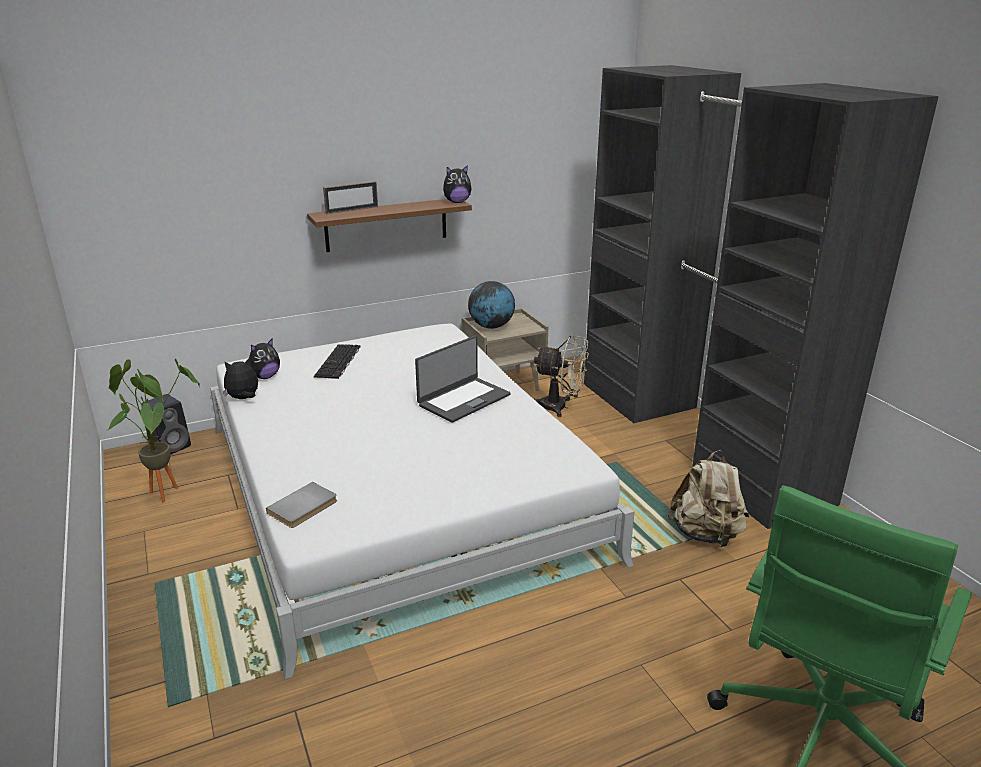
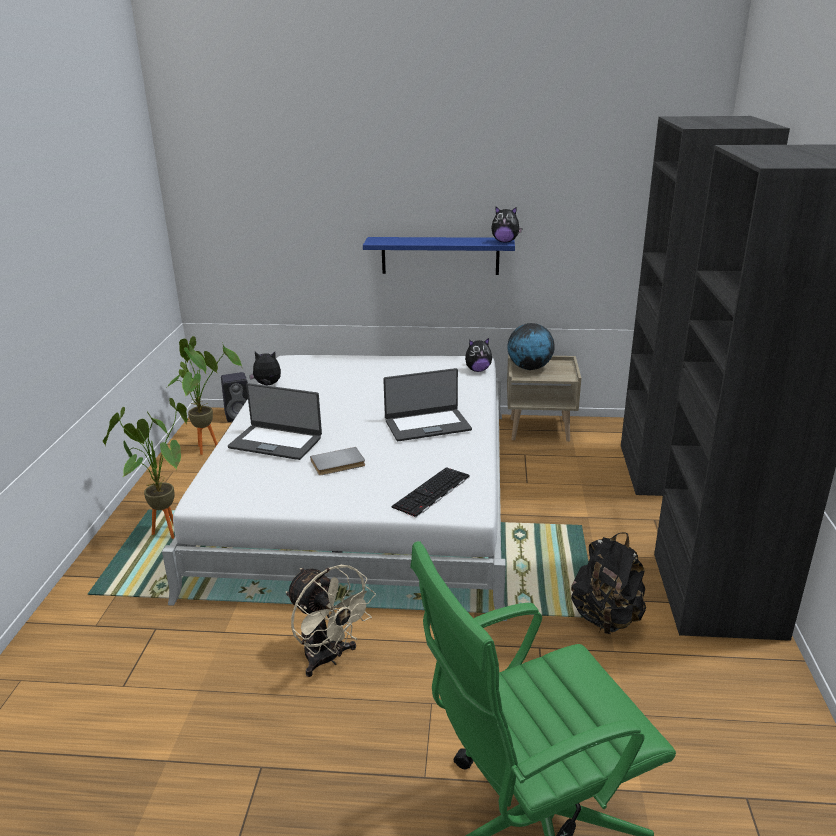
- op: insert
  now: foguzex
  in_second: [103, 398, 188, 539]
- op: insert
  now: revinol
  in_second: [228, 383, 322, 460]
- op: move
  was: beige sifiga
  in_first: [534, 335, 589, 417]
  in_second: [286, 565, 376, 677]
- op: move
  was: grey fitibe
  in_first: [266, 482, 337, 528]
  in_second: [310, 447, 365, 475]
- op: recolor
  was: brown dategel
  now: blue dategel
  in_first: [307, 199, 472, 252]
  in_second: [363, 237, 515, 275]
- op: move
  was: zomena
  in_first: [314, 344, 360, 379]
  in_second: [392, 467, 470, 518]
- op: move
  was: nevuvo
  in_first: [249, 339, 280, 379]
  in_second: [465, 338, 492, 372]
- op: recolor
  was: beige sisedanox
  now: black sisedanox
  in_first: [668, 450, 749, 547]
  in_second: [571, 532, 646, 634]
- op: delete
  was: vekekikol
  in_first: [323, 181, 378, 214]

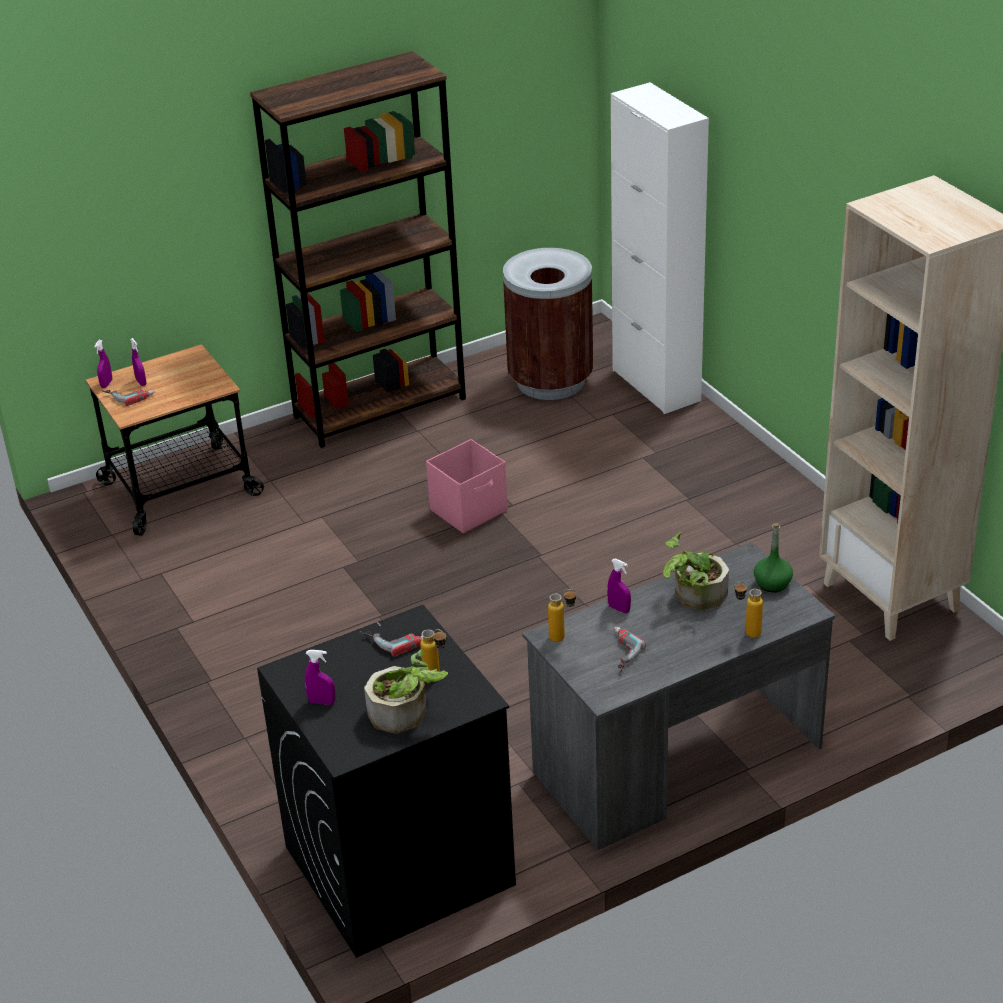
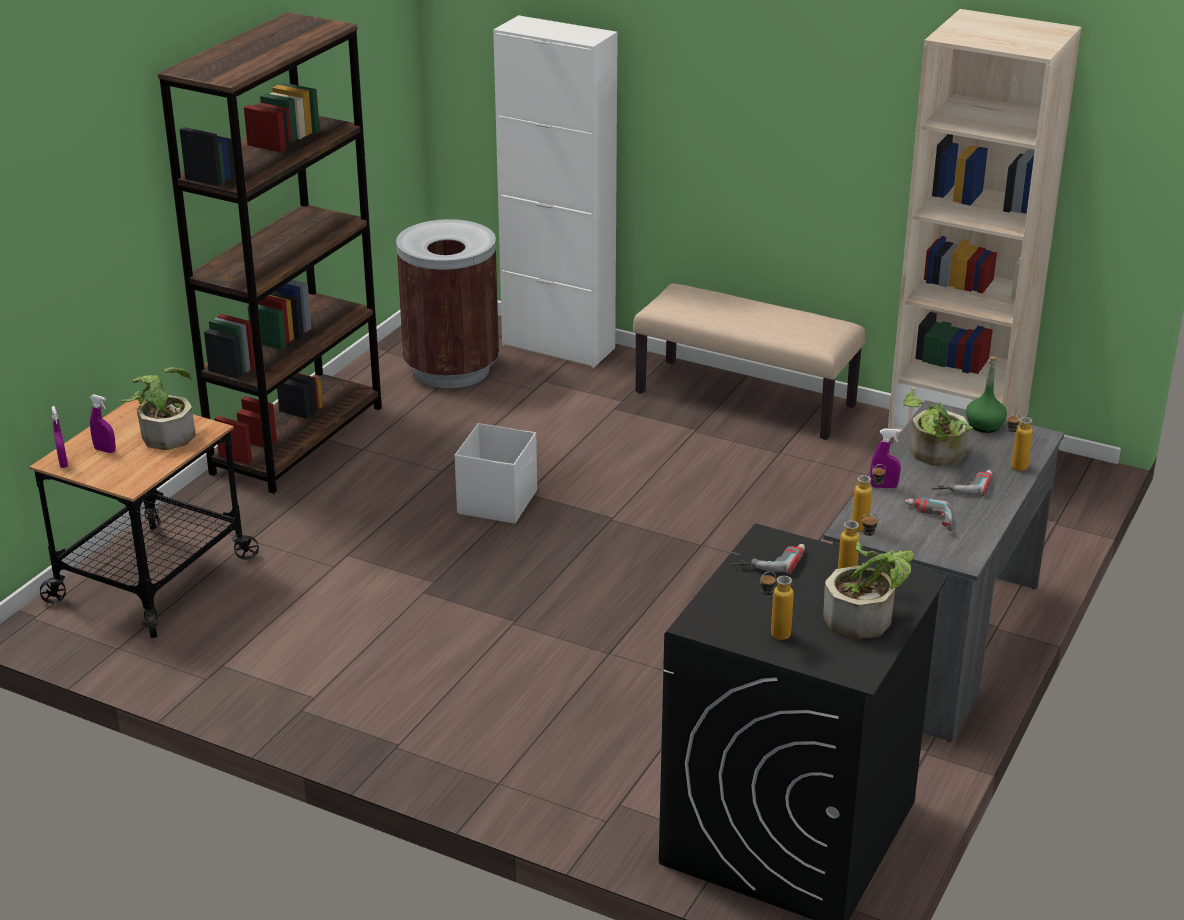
- op: insert
  now: foguzex
  in_second: [121, 367, 196, 450]
- op: recolor
  was: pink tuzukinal
  now: white tuzukinal
  in_first: [426, 439, 508, 533]
  in_second: [455, 423, 537, 524]
- op: insert
  now: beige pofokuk
  in_second: [633, 284, 865, 440]
- op: replace
  was: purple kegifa
  now: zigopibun
  in_first: [304, 650, 335, 705]
  in_second: [760, 571, 794, 640]
- op: move
  was: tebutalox
  in_first: [102, 389, 155, 406]
  in_second: [932, 470, 992, 496]

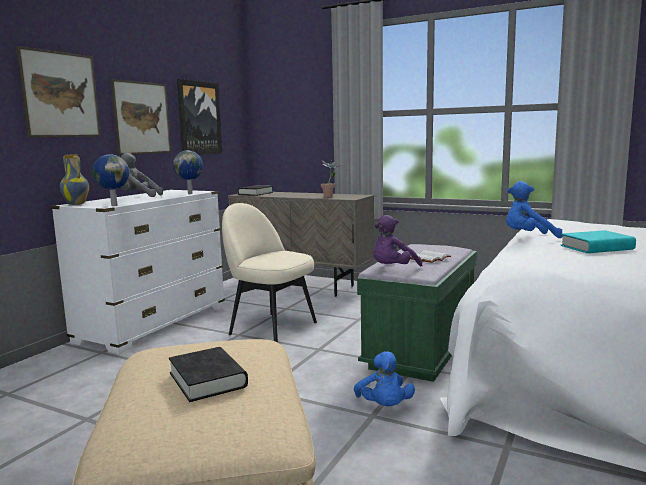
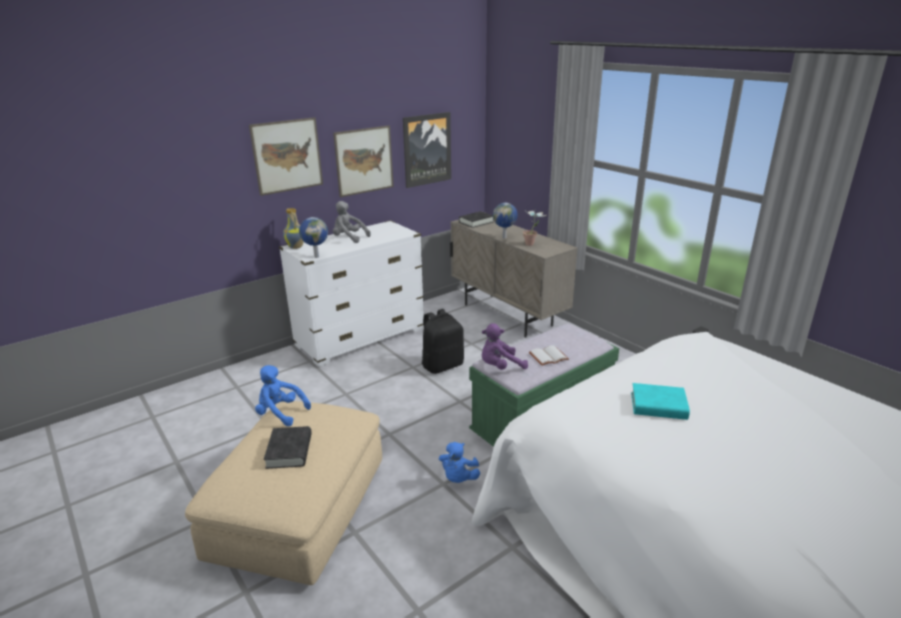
- op: move
  was: blue nevuvo
  in_first: [506, 181, 563, 238]
  in_second: [255, 365, 311, 426]
- op: replace
  was: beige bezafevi
  now: black sisedanox
  in_first: [222, 203, 317, 343]
  in_second: [422, 309, 464, 374]
- op: move
  was: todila
  in_first: [173, 150, 203, 194]
  in_second: [493, 203, 517, 238]

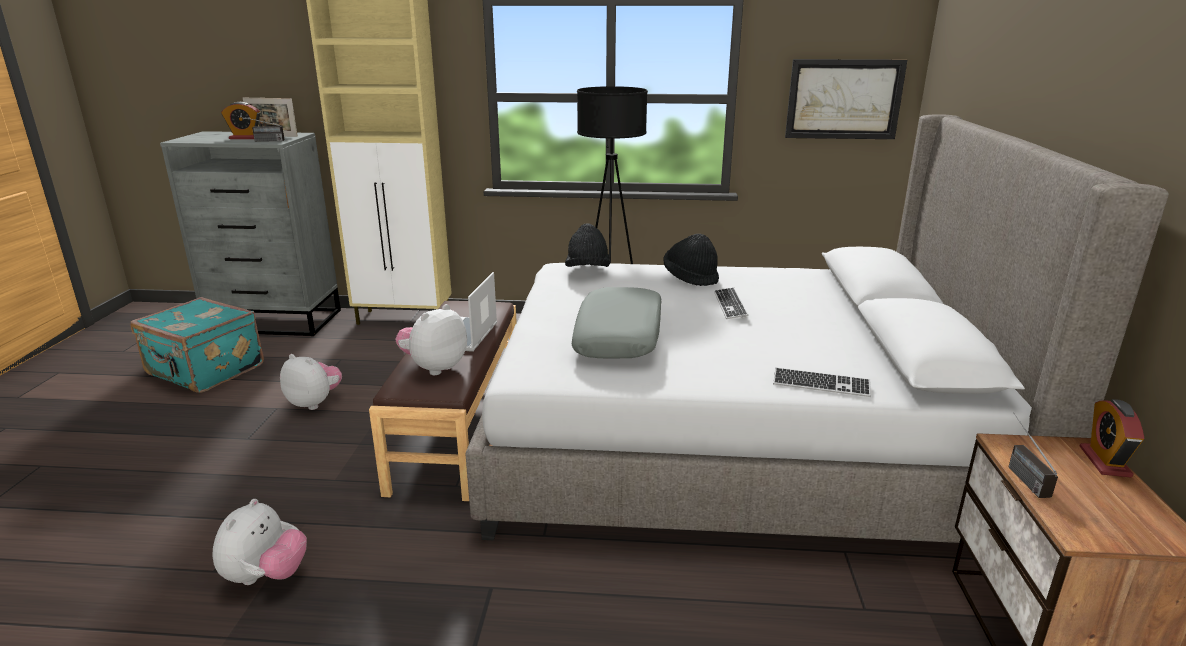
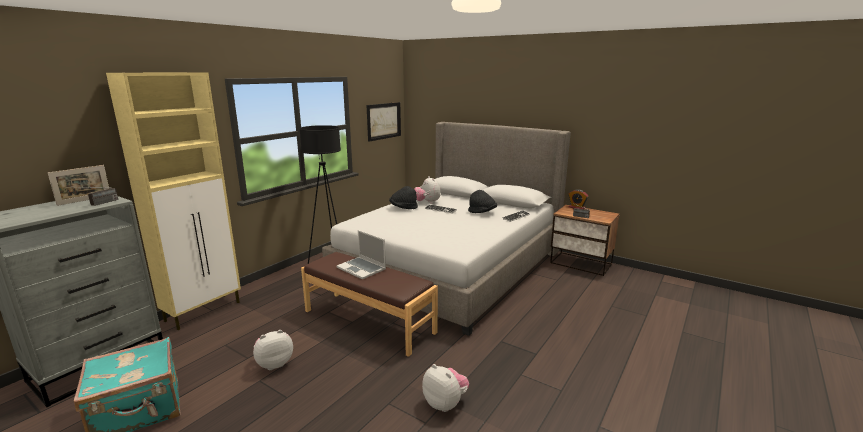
- op: move
  was: nevuvo
  in_first: [395, 304, 467, 375]
  in_second: [414, 176, 441, 204]
- op: move
  was: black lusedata
  in_first: [565, 224, 610, 267]
  in_second: [468, 190, 497, 213]
- op: delete
  was: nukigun
  in_first: [221, 102, 260, 139]
- op: delete
  was: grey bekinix
  in_first: [572, 287, 662, 359]

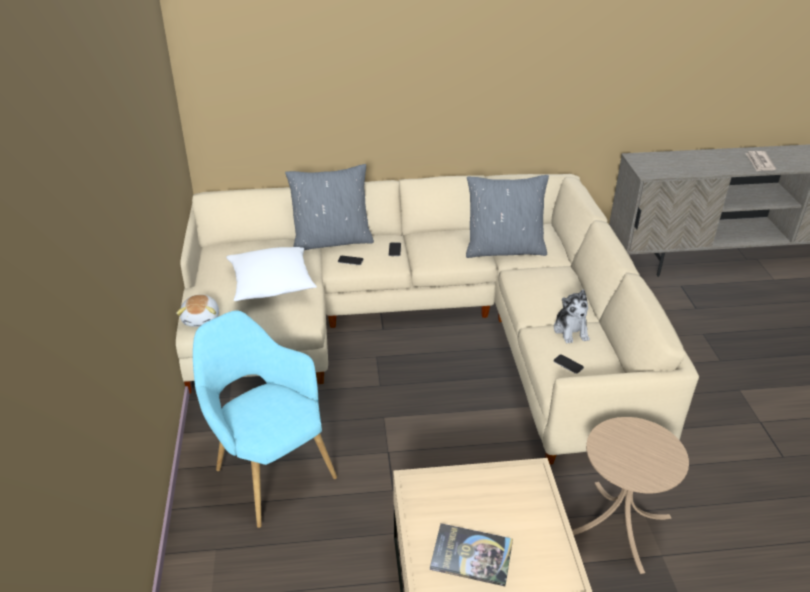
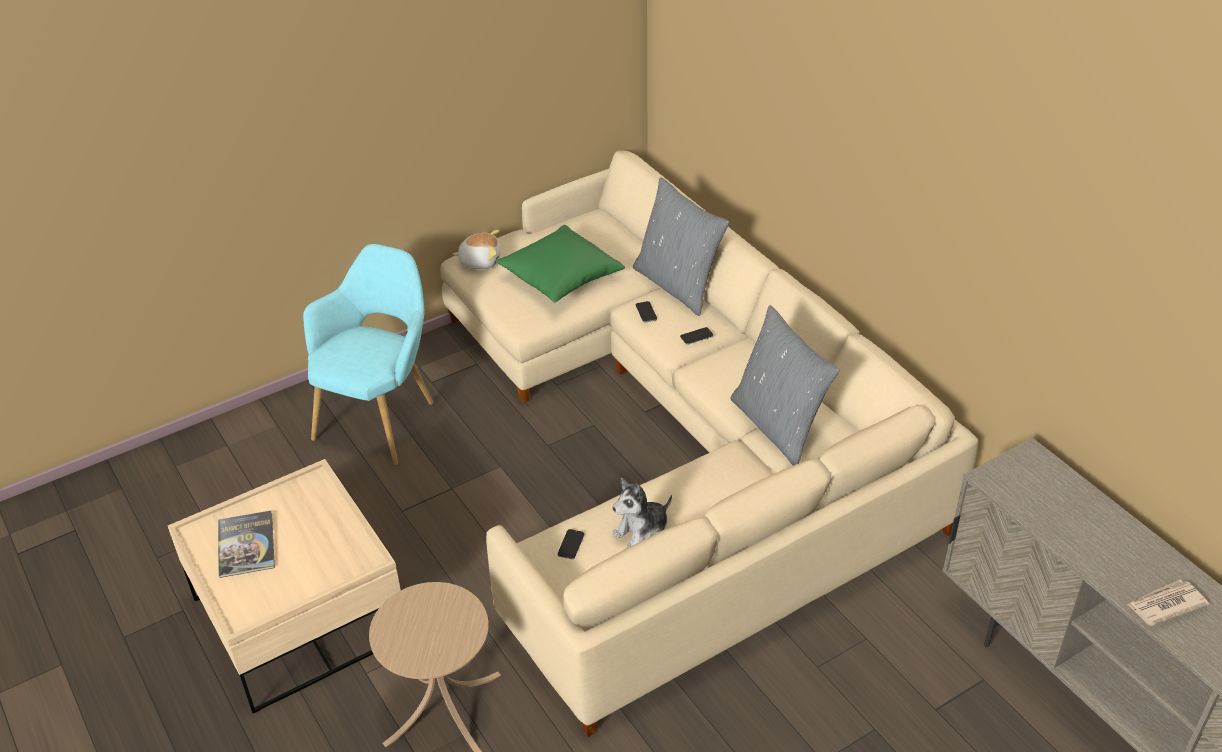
- op: rotate
  was: nevuvo
  in_first: [176, 295, 219, 327]
  in_second: [453, 230, 500, 269]
  clockwise: -150
- op: recolor
  was: white bekinix
  now: green bekinix
  in_first: [226, 247, 317, 301]
  in_second: [496, 225, 625, 303]

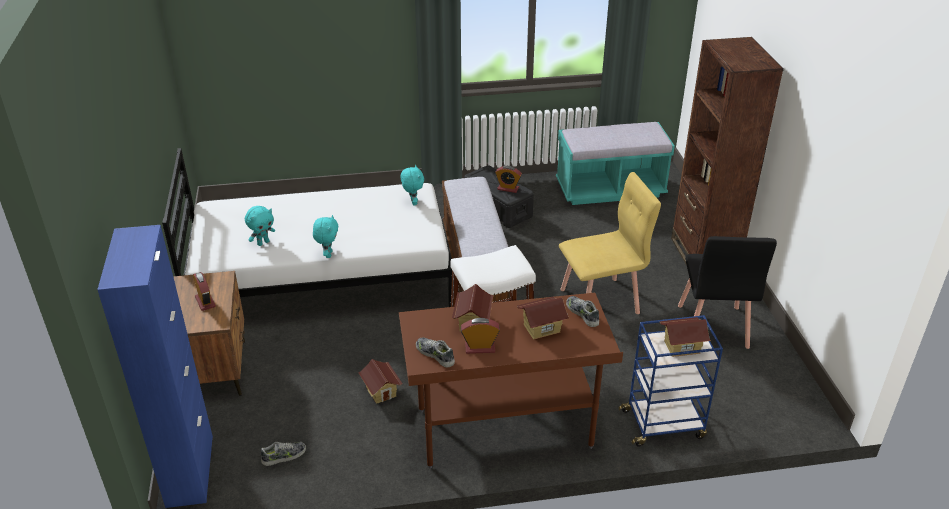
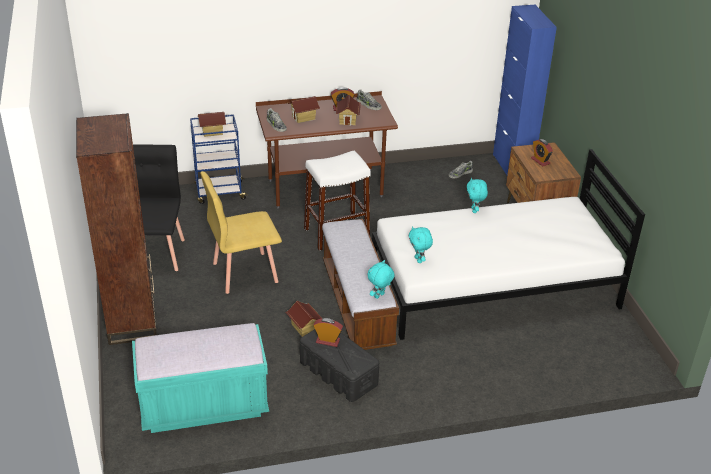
- op: move
  was: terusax
  in_first: [358, 359, 402, 404]
  in_second: [286, 301, 322, 337]
- op: move
  was: turquoise nevuvo
  in_first: [245, 206, 275, 246]
  in_second: [367, 260, 395, 299]

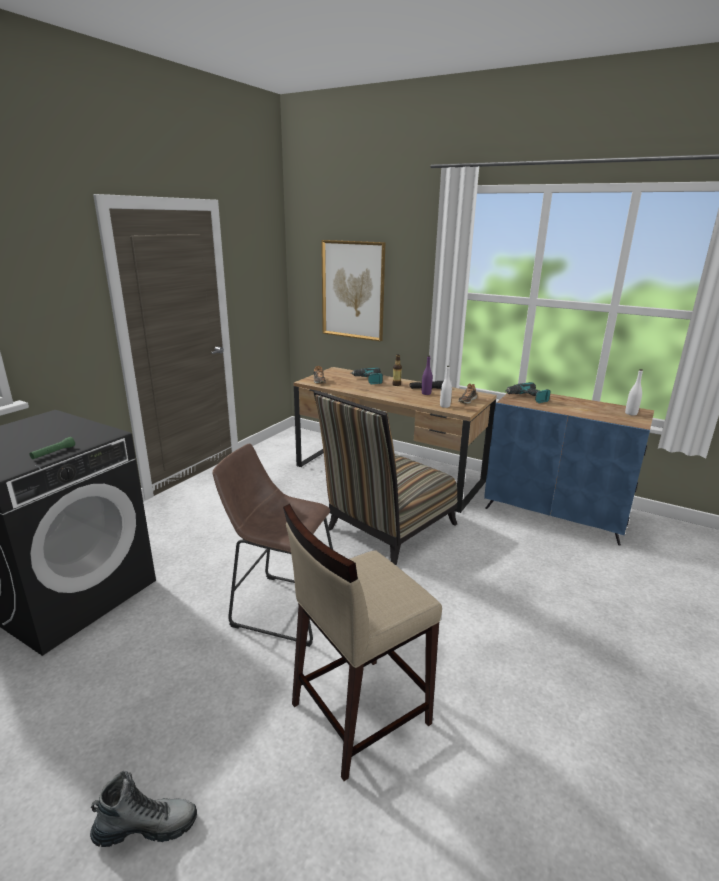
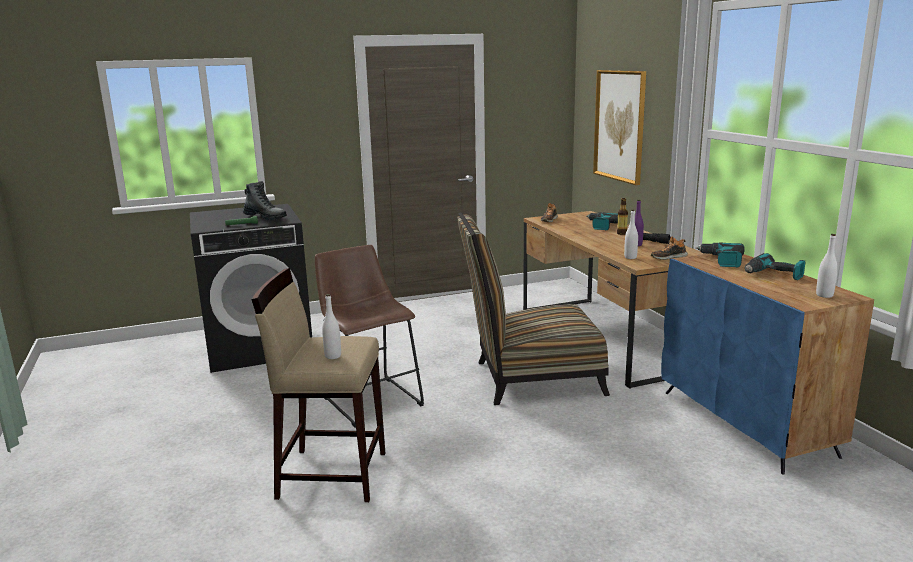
- op: move
  was: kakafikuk
  in_first: [90, 771, 197, 847]
  in_second: [243, 181, 287, 220]
- op: insert
  now: white zigopibun
  in_second: [322, 294, 341, 359]
- op: insert
  now: tebutalox
  in_second: [744, 253, 805, 280]

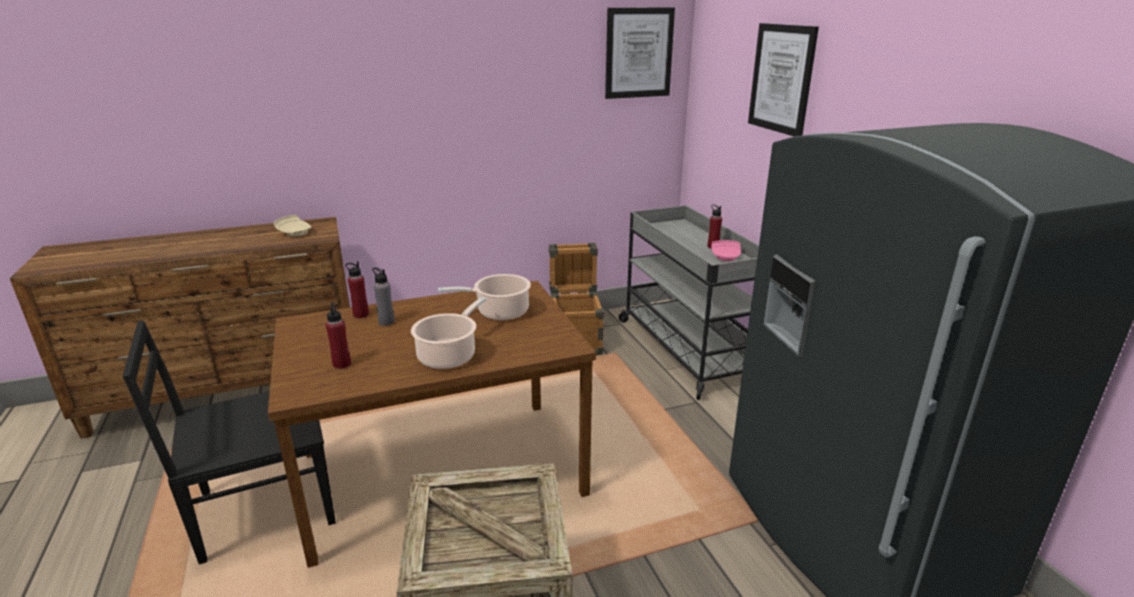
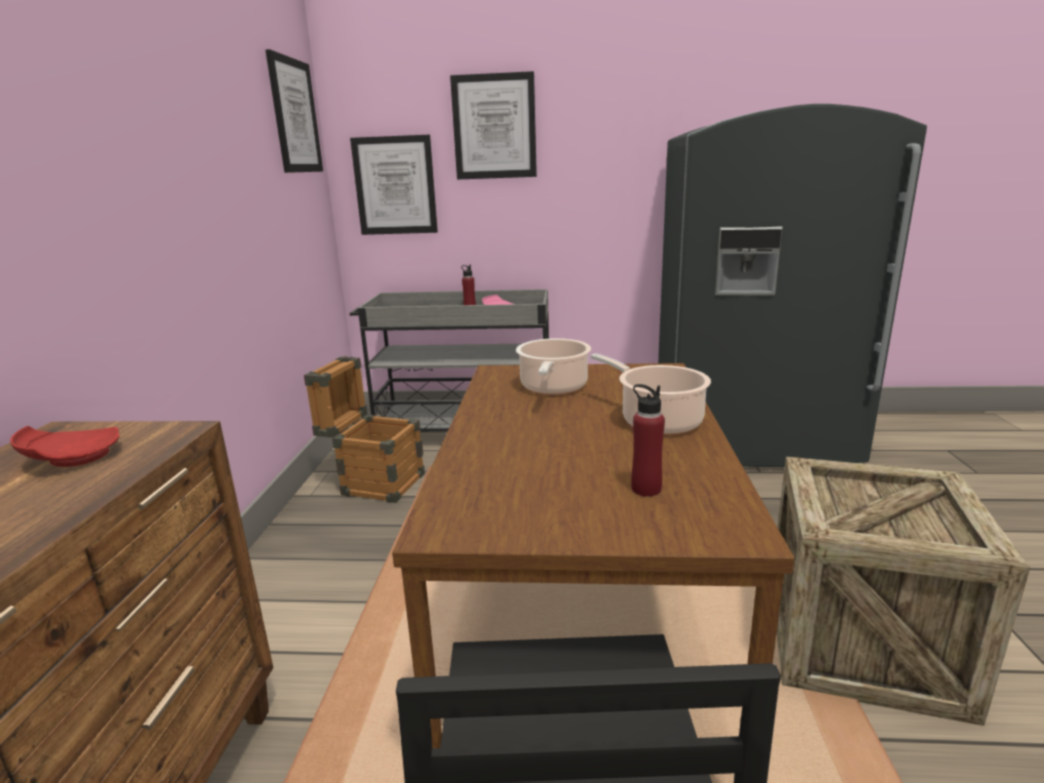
- op: recolor
  was: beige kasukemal
  now: red kasukemal
  in_first: [274, 215, 312, 236]
  in_second: [10, 426, 119, 467]
- op: insert
  now: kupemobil
  in_second: [350, 135, 438, 235]
- op: delete
  was: red zigopibun
  in_first: [345, 261, 369, 318]
- op: delete
  was: grey zigopibun
  in_first: [372, 268, 395, 326]

